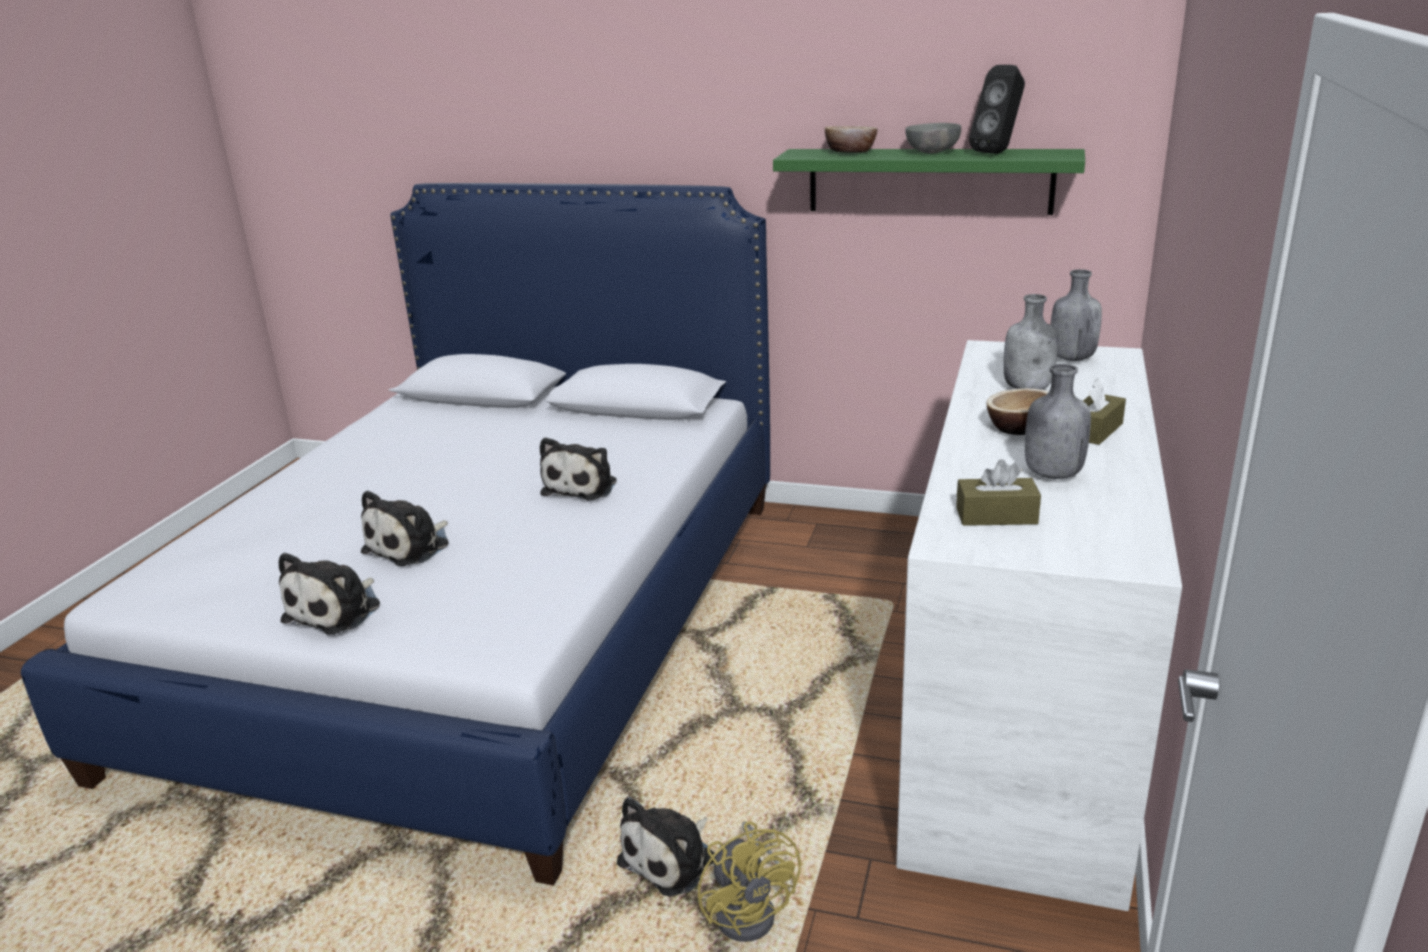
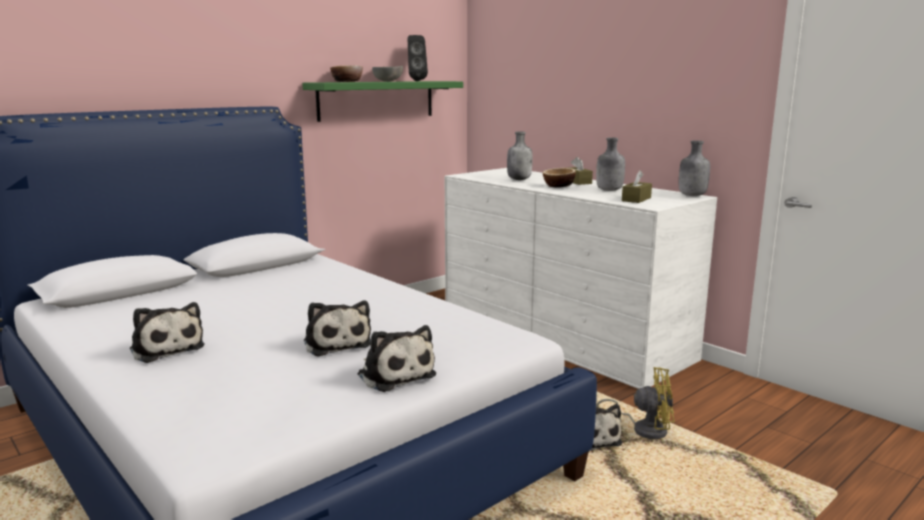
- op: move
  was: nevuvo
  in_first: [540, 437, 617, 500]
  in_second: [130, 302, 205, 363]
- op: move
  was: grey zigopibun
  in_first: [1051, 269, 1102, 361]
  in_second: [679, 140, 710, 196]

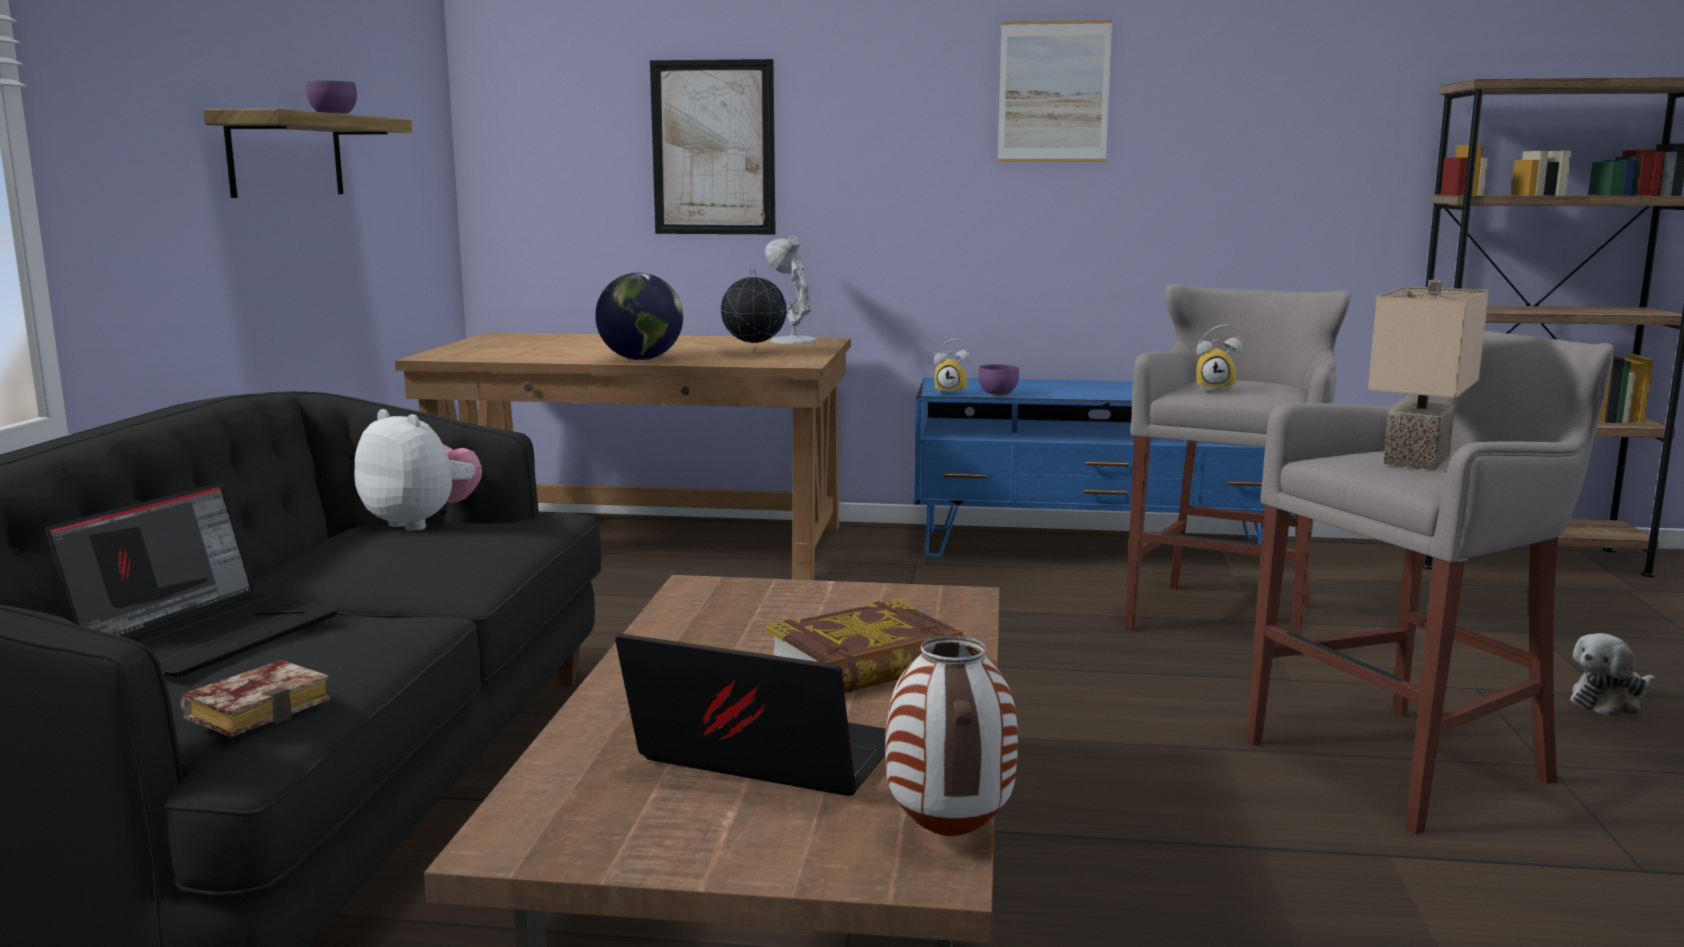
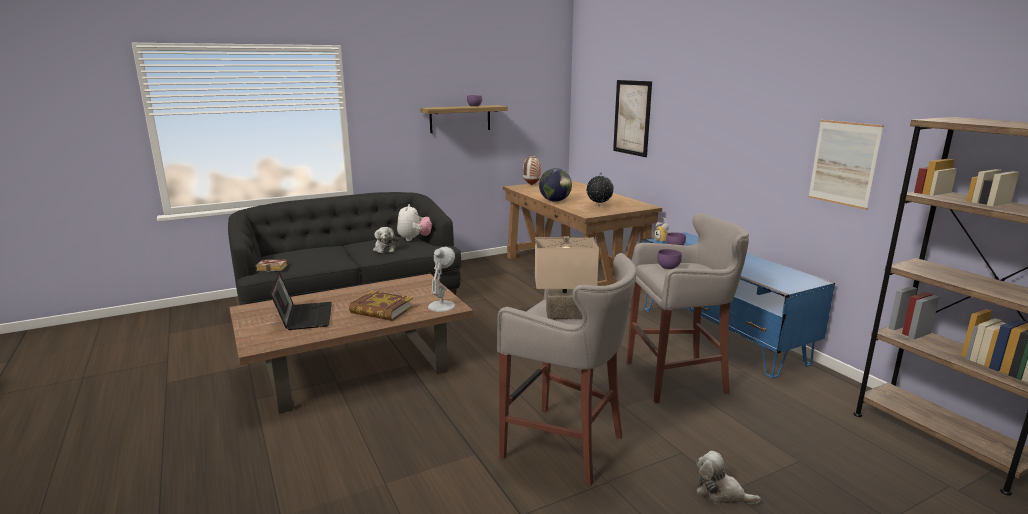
- op: insert
  now: nevuvo
  in_second: [373, 227, 398, 253]
- op: move
  was: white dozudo
  in_first: [765, 236, 818, 344]
  in_second: [428, 247, 456, 312]
- op: move
  was: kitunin
  in_first: [885, 635, 1018, 836]
  in_second: [523, 155, 541, 185]
- op: replace
  was: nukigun
  now: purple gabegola
  in_first: [1196, 324, 1242, 391]
  in_second: [657, 249, 682, 270]
- op: move
  was: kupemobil
  in_first: [998, 20, 1112, 162]
  in_second: [808, 120, 884, 210]
- op: delete
  was: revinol
  in_first: [45, 483, 339, 677]

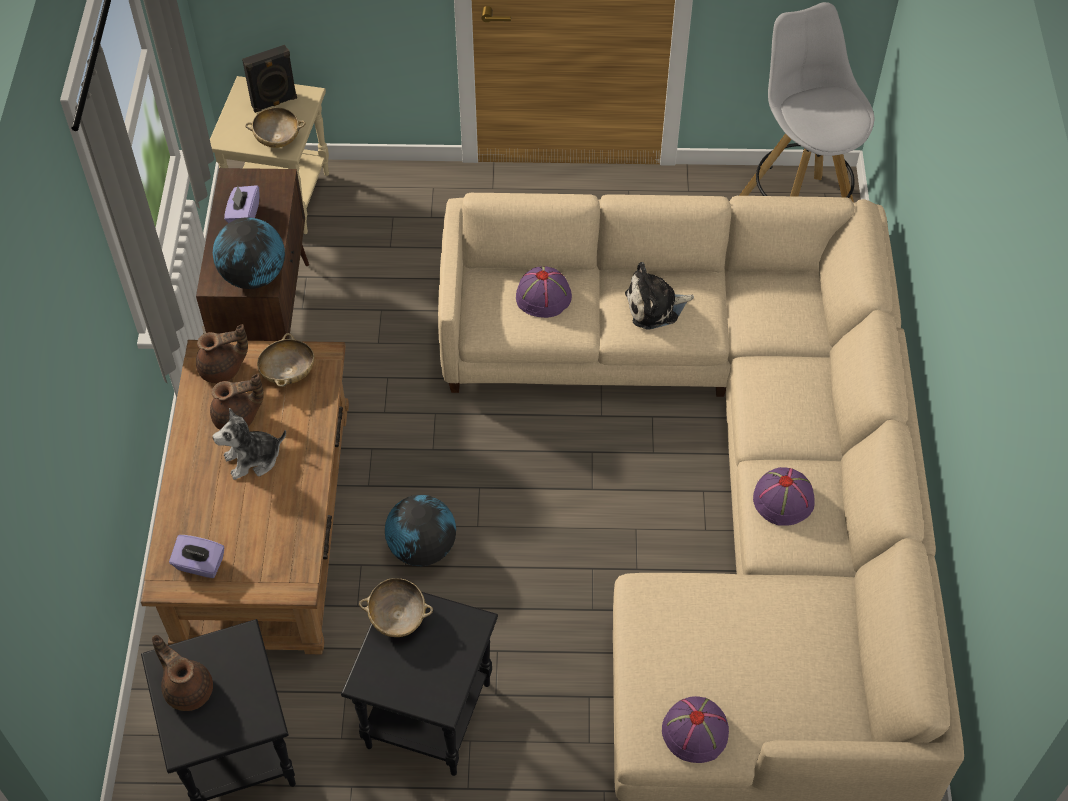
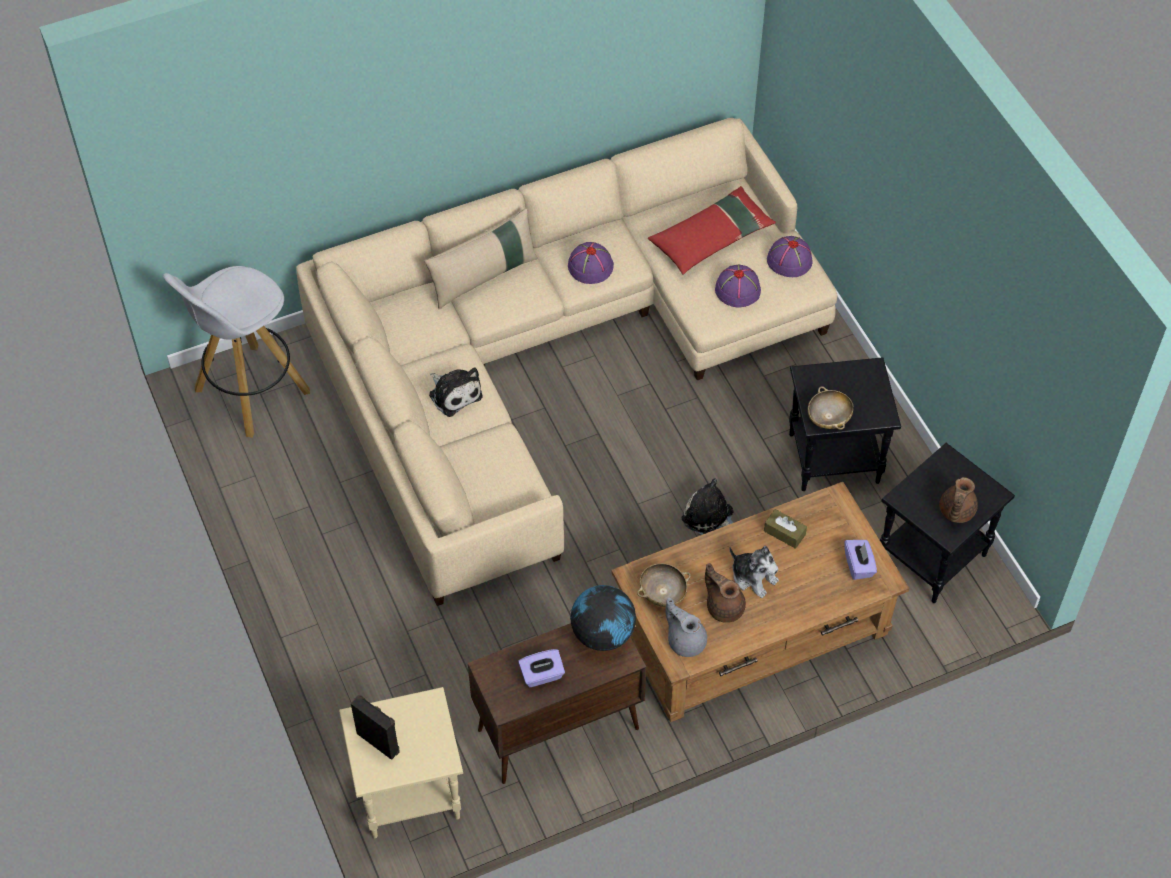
- op: insert
  now: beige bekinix
  in_second: [424, 208, 538, 310]
- op: insert
  now: red bekinix
  in_second: [648, 186, 776, 275]
- op: recolor
  was: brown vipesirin
  now: grey vipesirin
  in_first: [196, 324, 248, 383]
  in_second: [666, 598, 707, 657]
- op: replace
  was: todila
  now: nevuvo
  in_first: [385, 495, 456, 566]
  in_second: [682, 479, 734, 535]
- op: move
  was: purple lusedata
  in_first: [516, 266, 572, 318]
  in_second: [715, 265, 761, 307]
- op: insert
  now: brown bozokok
  in_second: [764, 509, 807, 549]
- op: delete
  was: beige gabegola
  in_first: [245, 107, 306, 148]

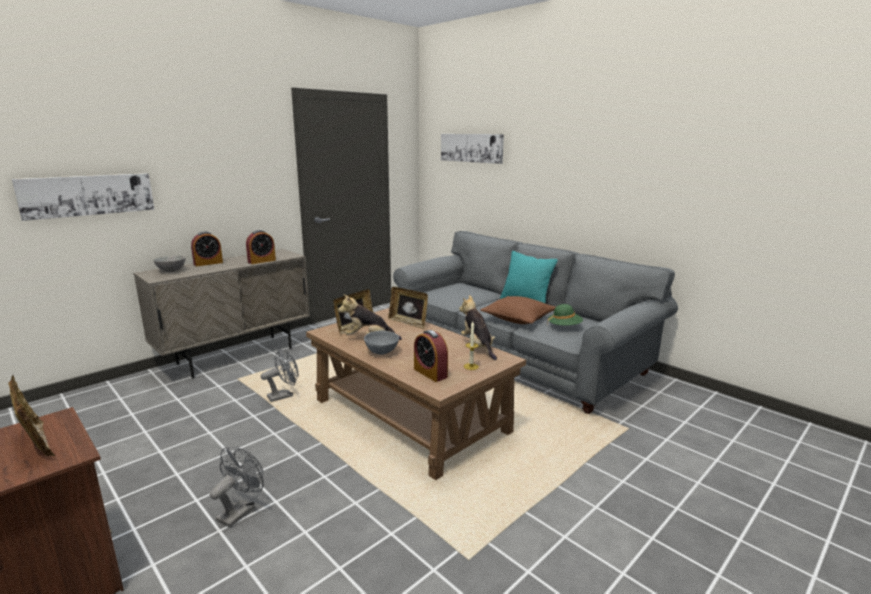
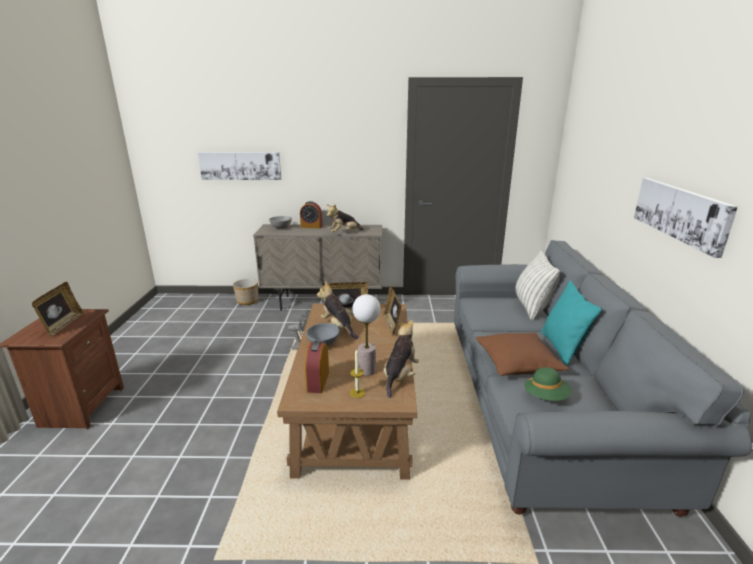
- op: insert
  now: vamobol
  in_second: [233, 279, 258, 305]
- op: replace
  was: nukigun
  now: nevuvo
  in_first: [246, 230, 276, 264]
  in_second: [327, 204, 364, 232]
- op: insert
  now: dozudo
  in_second: [352, 294, 381, 376]
- op: insert
  now: bekinix
  in_second: [516, 251, 560, 320]
- op: move
  was: kupemobil
  in_first: [441, 134, 504, 164]
  in_second: [634, 178, 738, 258]
- op: delete
  was: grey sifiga
  in_first: [210, 447, 264, 527]

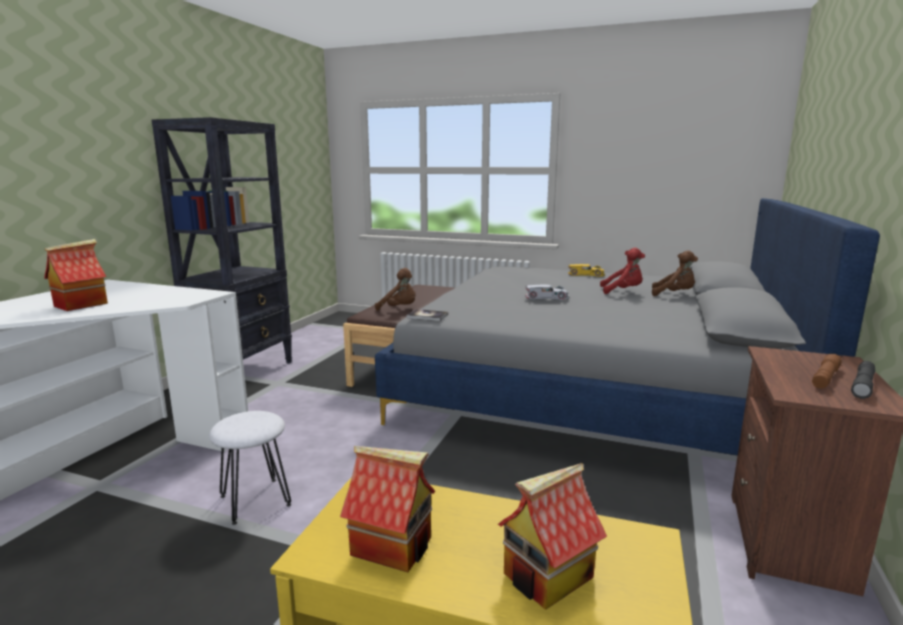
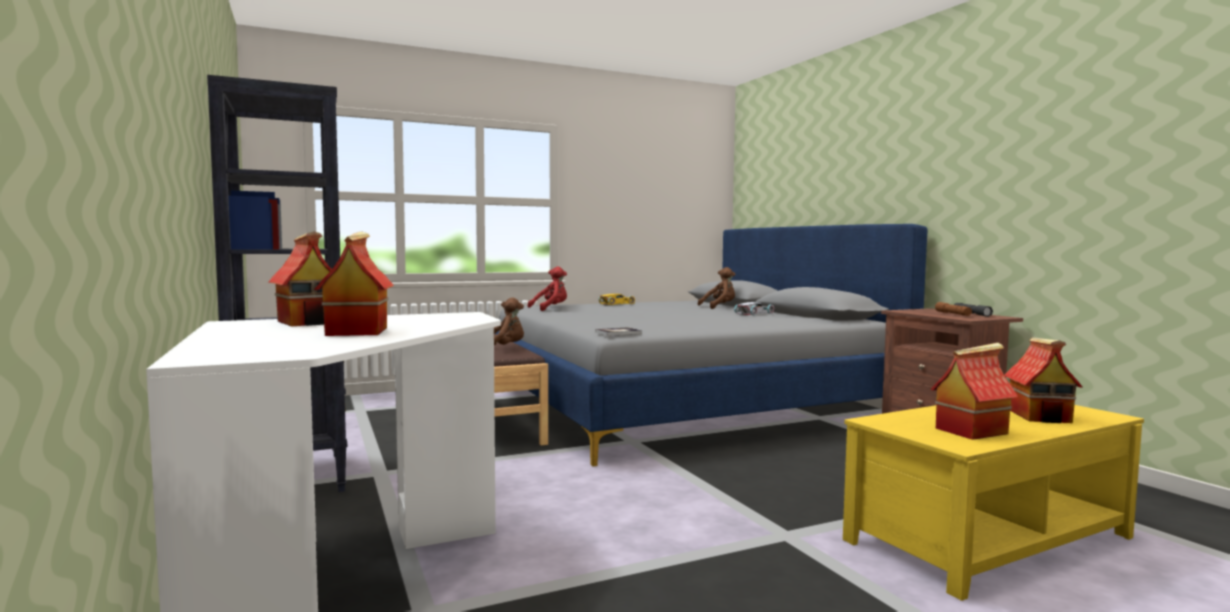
- op: insert
  now: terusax
  in_second: [268, 231, 332, 326]
- op: move
  was: red nevuvo
  in_first: [600, 248, 645, 294]
  in_second: [527, 266, 567, 311]
- op: move
  was: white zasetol
  in_first: [525, 285, 569, 300]
  in_second: [734, 302, 774, 315]
- op: delete
  was: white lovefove
  in_first: [209, 411, 291, 525]

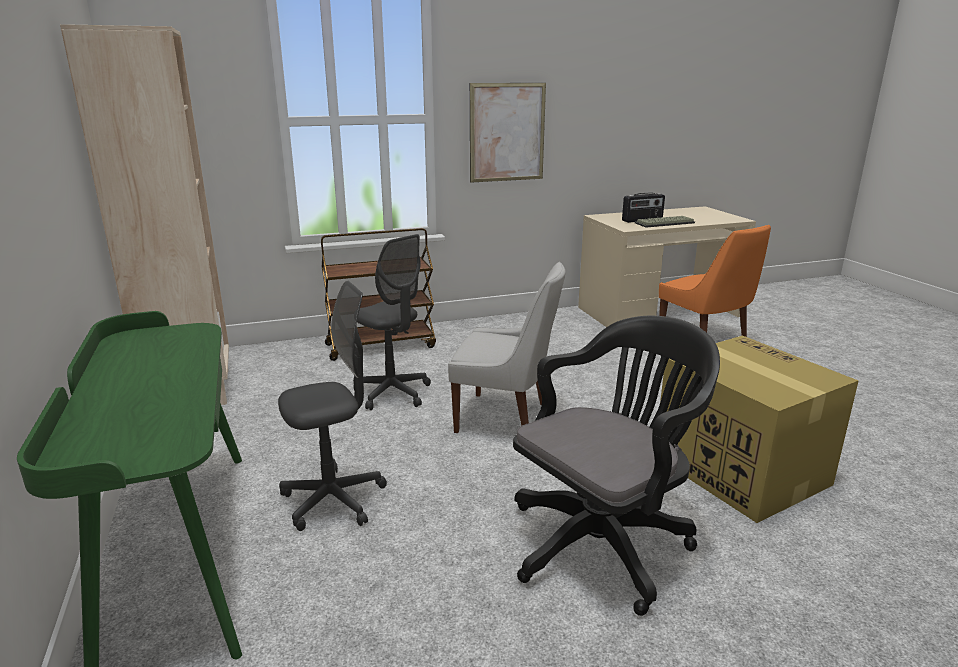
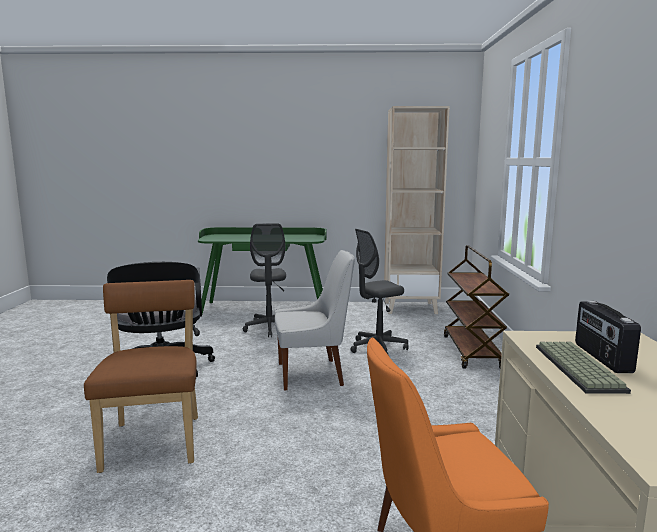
- op: replace
  was: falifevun
  now: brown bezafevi
  in_first: [660, 335, 858, 523]
  in_second: [84, 280, 198, 473]
- op: rotate
  was: white bezafevi
  in_first: [448, 262, 566, 433]
  in_second: [275, 250, 355, 391]
  clockwise: -135
- op: delete
  was: kupemobil
  in_first: [470, 83, 546, 183]

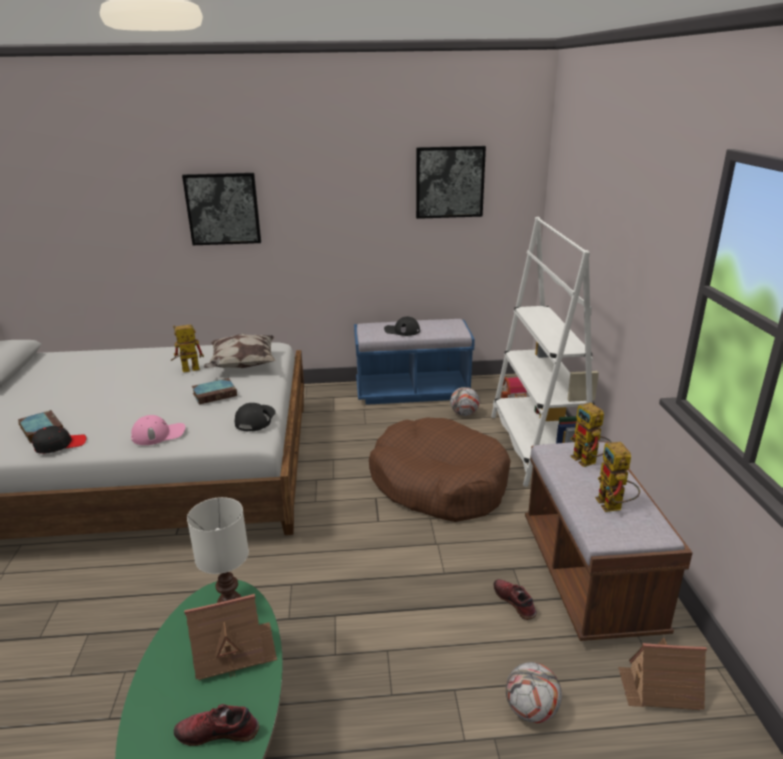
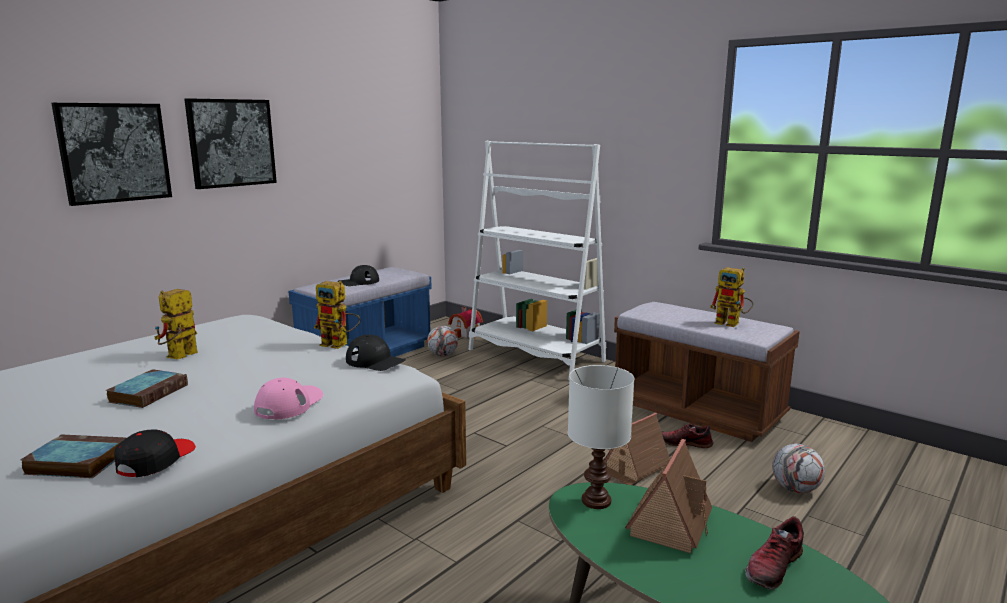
- op: move
  was: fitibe
  in_first: [192, 378, 237, 405]
  in_second: [105, 369, 188, 408]
- op: move
  was: kupemobil
  in_first: [416, 146, 486, 219]
  in_second: [184, 98, 277, 189]
- op: move
  was: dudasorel
  in_first: [571, 402, 612, 467]
  in_second: [314, 281, 361, 349]
- op: rotate
  was: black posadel
  in_first: [235, 403, 276, 432]
  in_second: [346, 335, 406, 371]
  clockwise: 150
- op: move
  was: terusax
  in_first: [618, 638, 707, 711]
  in_second: [604, 413, 670, 485]
- op: delete
  was: bekinix
  in_first: [204, 333, 276, 368]
- op: delete
  was: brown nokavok
  in_first: [369, 418, 511, 522]

